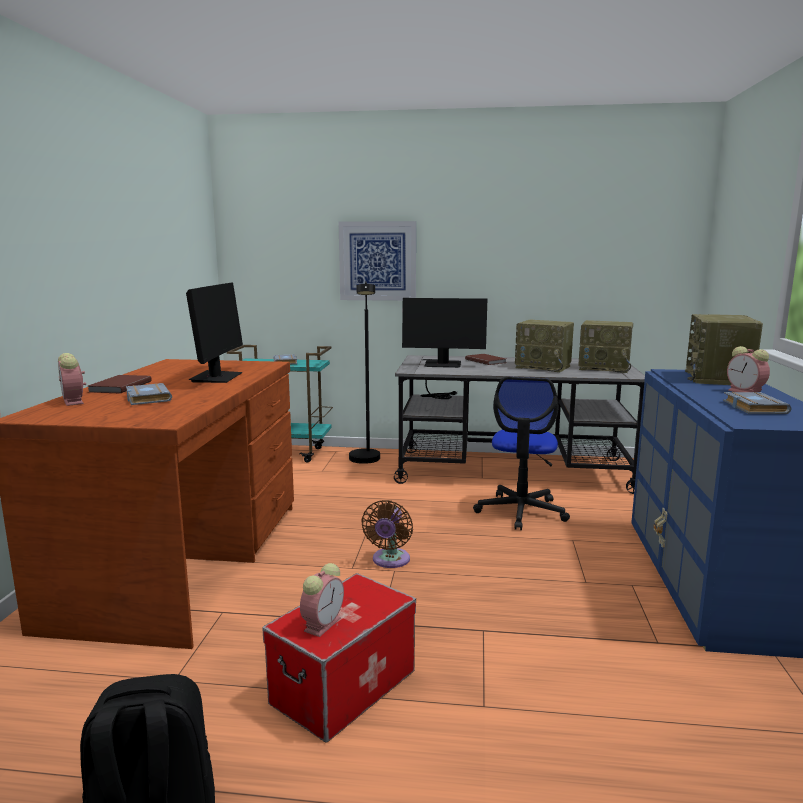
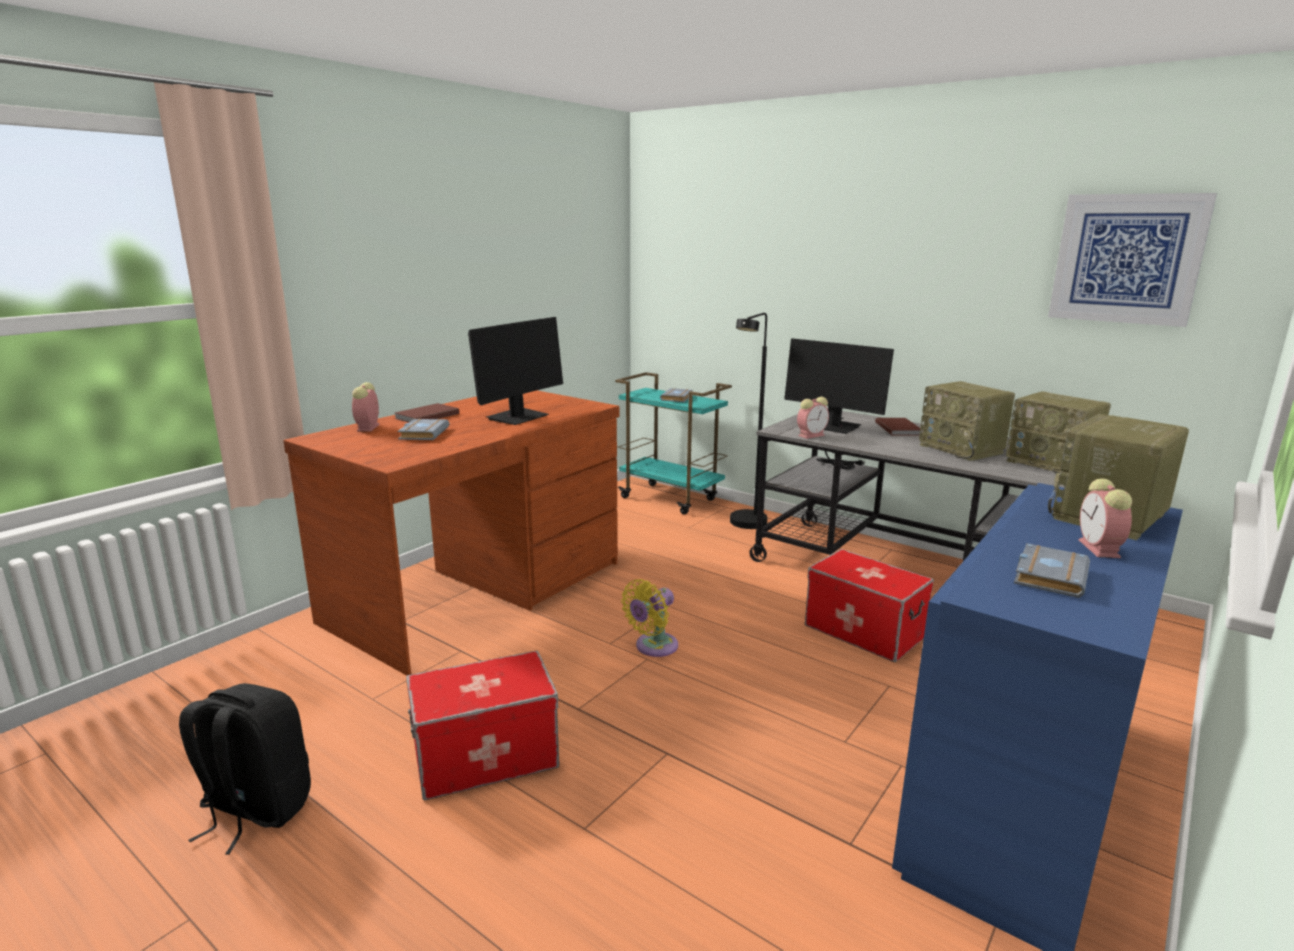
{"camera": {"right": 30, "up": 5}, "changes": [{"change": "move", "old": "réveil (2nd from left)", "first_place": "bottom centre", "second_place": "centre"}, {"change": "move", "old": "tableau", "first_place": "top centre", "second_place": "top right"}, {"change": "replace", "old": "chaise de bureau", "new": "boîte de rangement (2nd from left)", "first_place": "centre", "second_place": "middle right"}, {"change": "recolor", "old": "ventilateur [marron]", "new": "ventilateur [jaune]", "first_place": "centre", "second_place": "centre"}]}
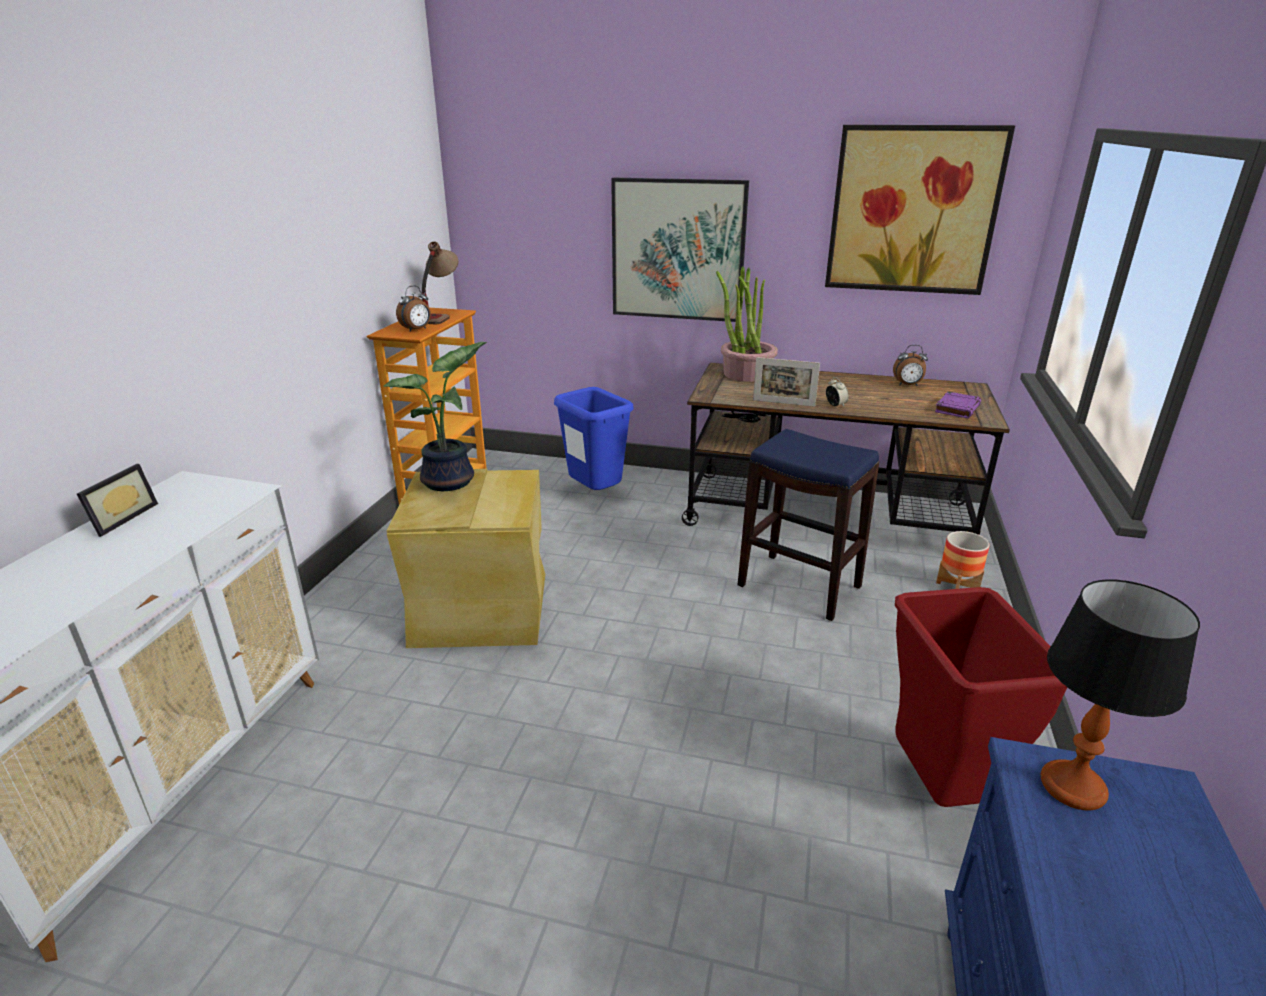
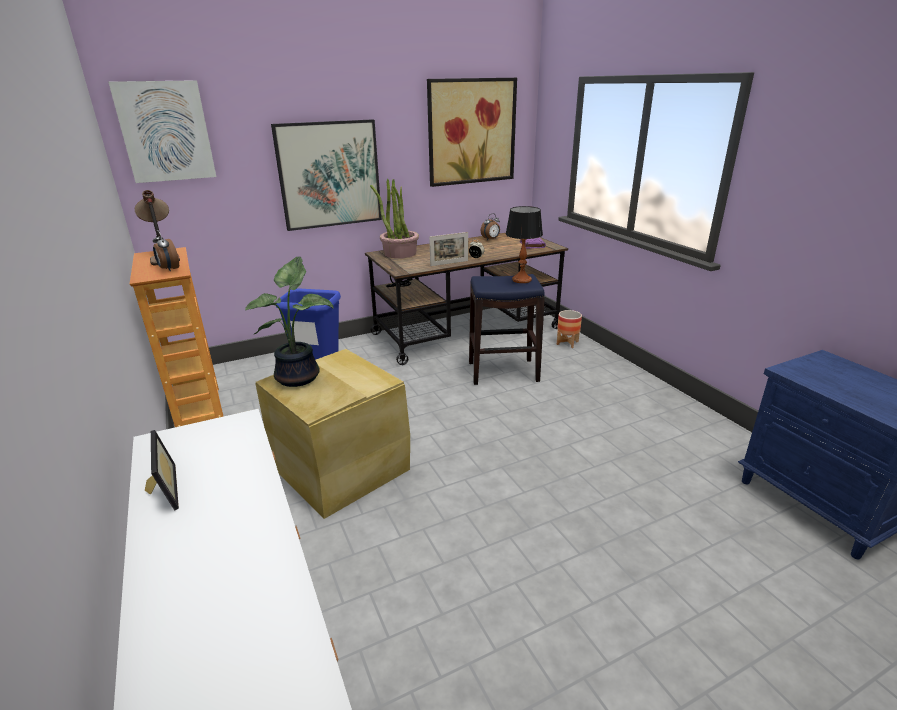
{"camera": {"right": -40, "up": 0}, "changes": [{"change": "delete", "old": "poubelle [rouge]", "first_place": "bottom right"}, {"change": "insert", "new": "tableau (1st from left)", "second_place": "top left"}, {"change": "move", "old": "lampe de table (2nd from left)", "first_place": "bottom right", "second_place": "centre"}, {"change": "rotate", "old": "réveil (1st from left)", "first_place": "top left", "second_place": "middle left", "degrees": 135}]}
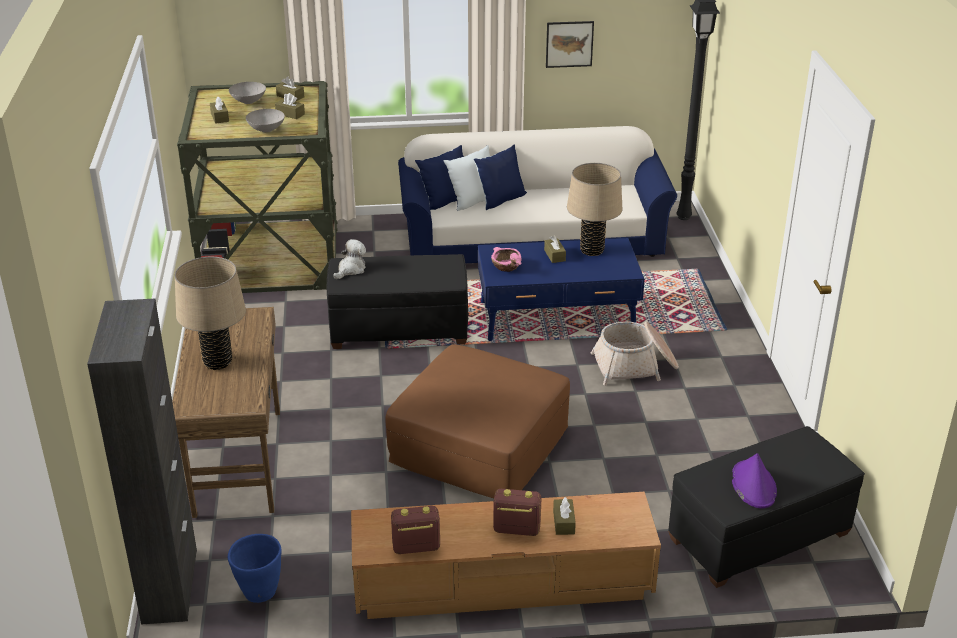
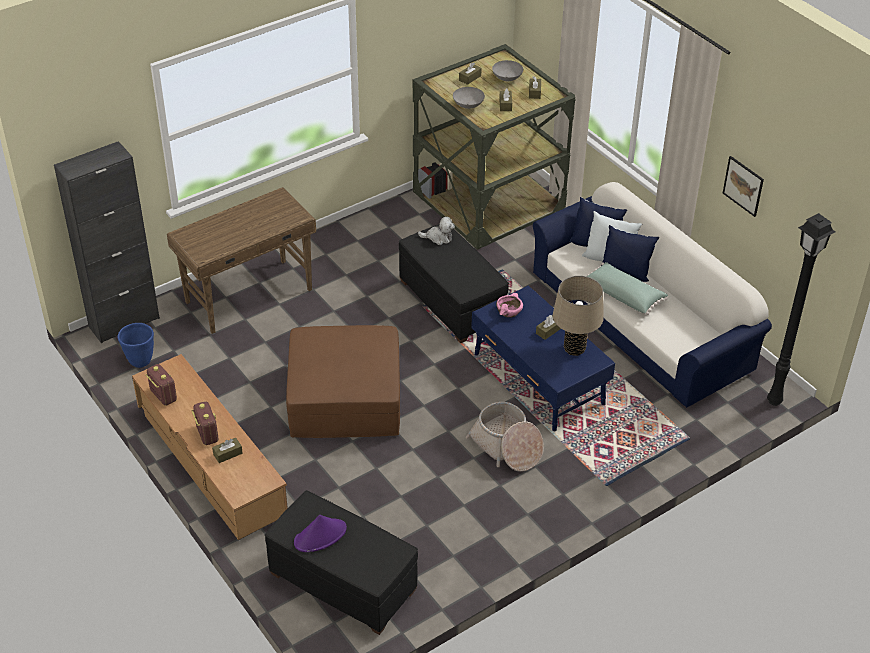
{"camera": {"right": 60, "up": 10}, "changes": [{"change": "delete", "old": "lampe de table [beige] (1st from left)", "first_place": "middle left"}, {"change": "insert", "new": "coussin [vert]", "second_place": "middle right"}]}
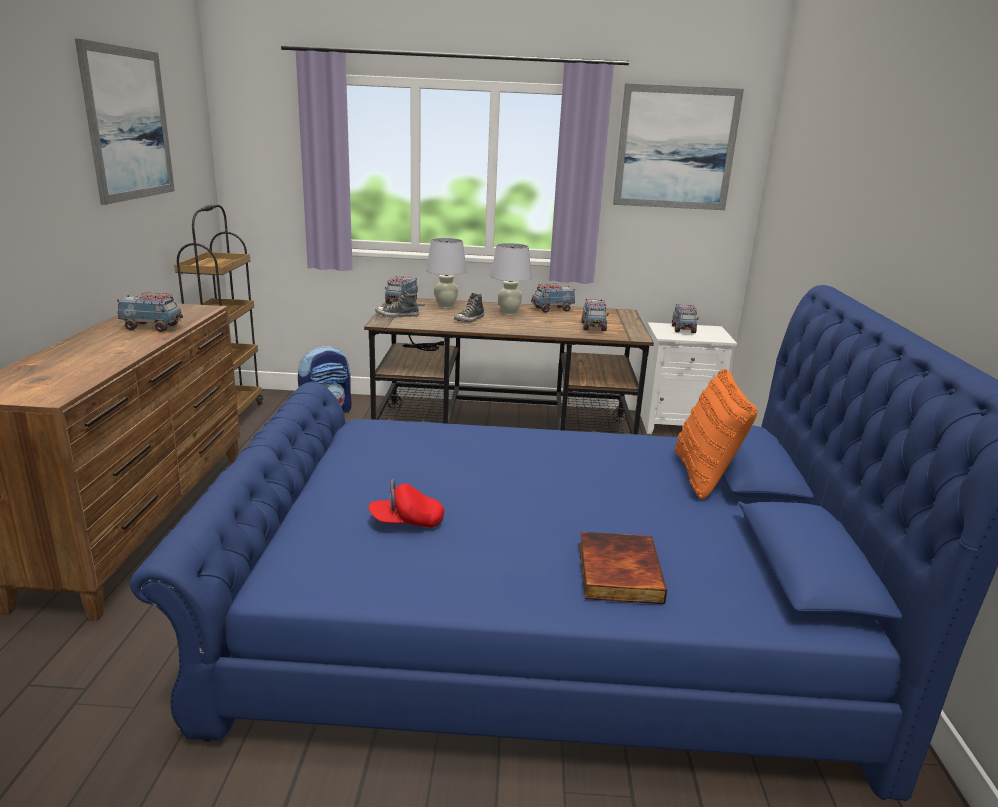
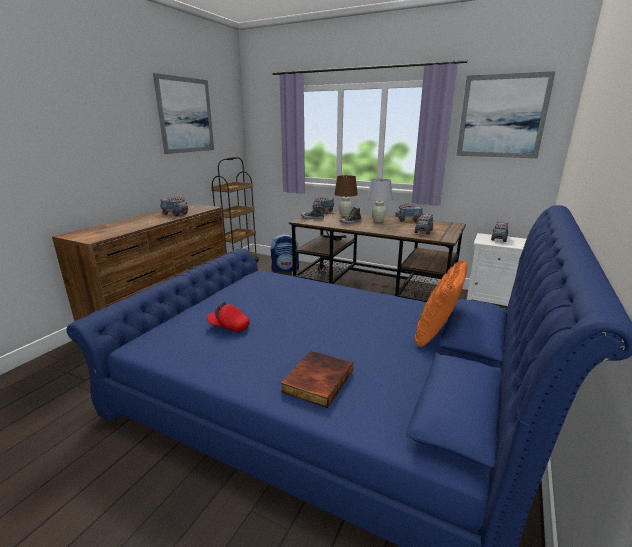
{"camera": {"right": 25, "up": 0}, "changes": [{"change": "recolor", "old": "lampe de table [blanc] (1st from left)", "new": "lampe de table [marron]", "first_place": "centre", "second_place": "centre"}]}
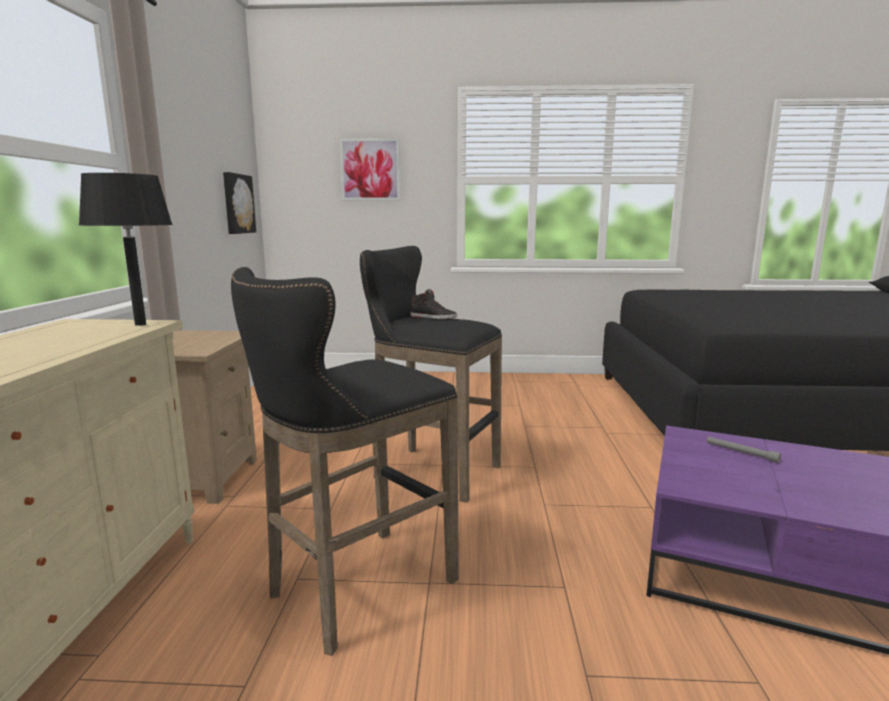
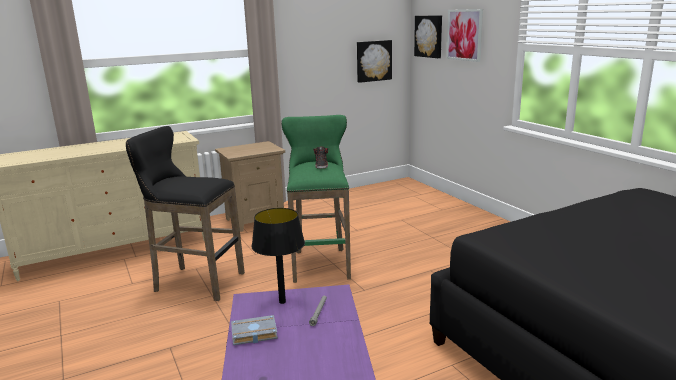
{"camera": {"right": 60, "up": 5}, "changes": [{"change": "insert", "new": "livre [gris]", "second_place": "bottom centre"}, {"change": "insert", "new": "tableau (2nd from left)", "second_place": "top centre"}, {"change": "move", "old": "lampe de table [noir]", "first_place": "middle left", "second_place": "bottom centre"}, {"change": "recolor", "old": "tabouret [noir] (2nd from left)", "new": "tabouret [vert]", "first_place": "centre", "second_place": "centre"}]}
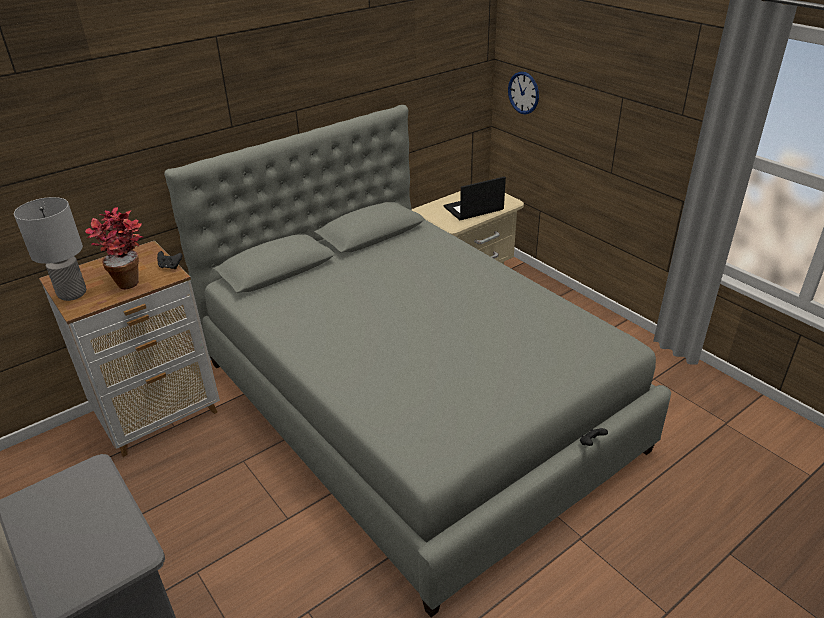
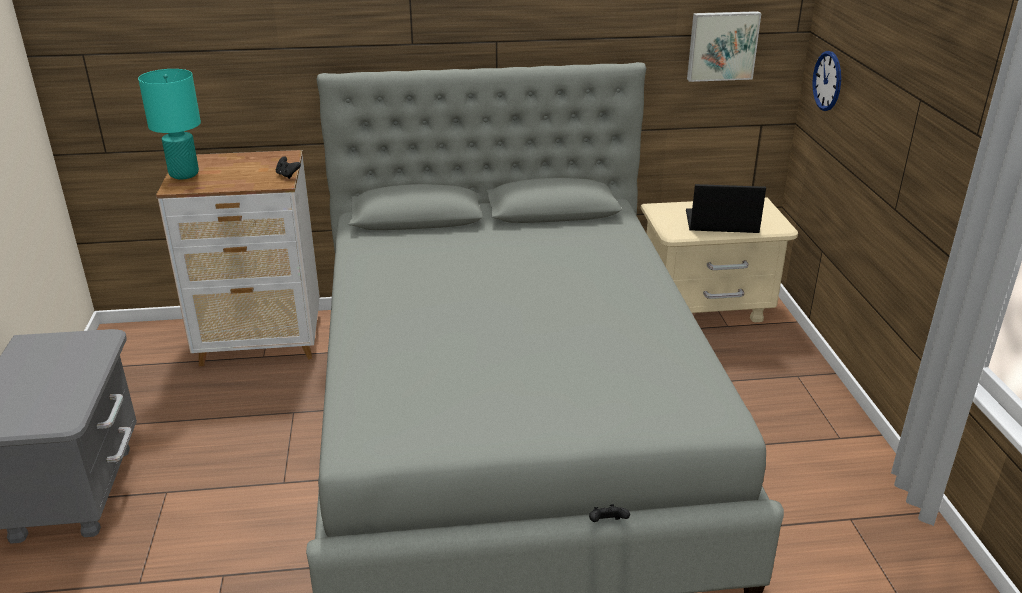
{"camera": {"right": 30, "up": -5}, "changes": [{"change": "delete", "old": "plante en pot", "first_place": "middle left"}, {"change": "insert", "new": "tableau", "second_place": "top right"}, {"change": "recolor", "old": "lampe de table [gris]", "new": "lampe de table [turquoise]", "first_place": "middle left", "second_place": "top left"}]}
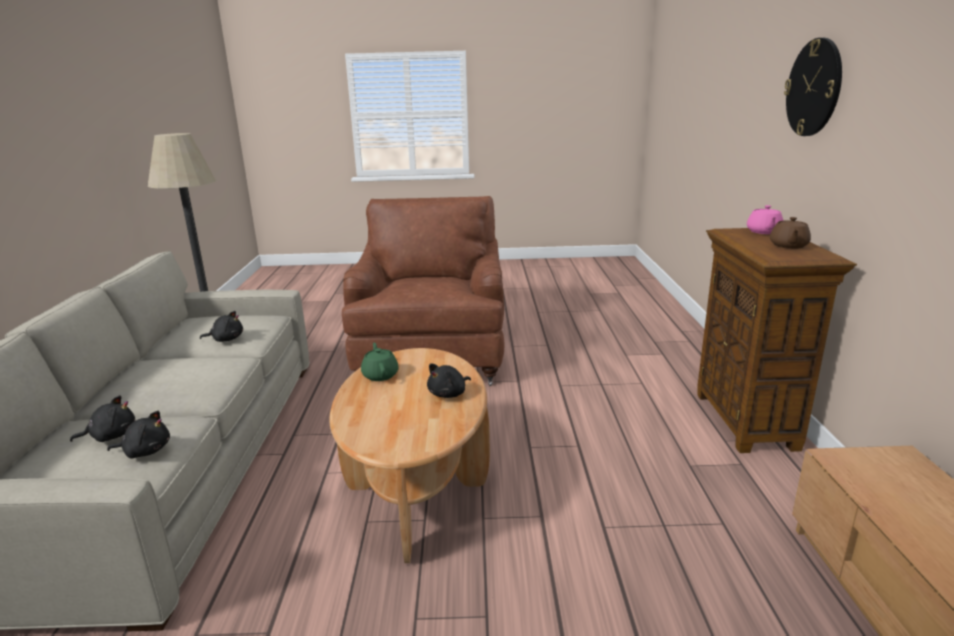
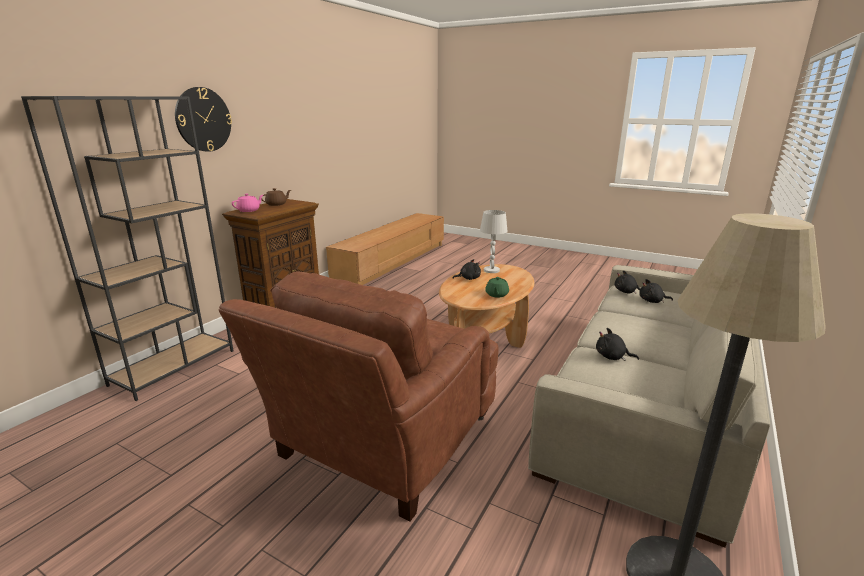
{"camera": {"right": -150, "up": 0}, "changes": [{"change": "insert", "new": "bibliothèque", "second_place": "middle left"}, {"change": "insert", "new": "lampe de table [blanc]", "second_place": "centre"}]}
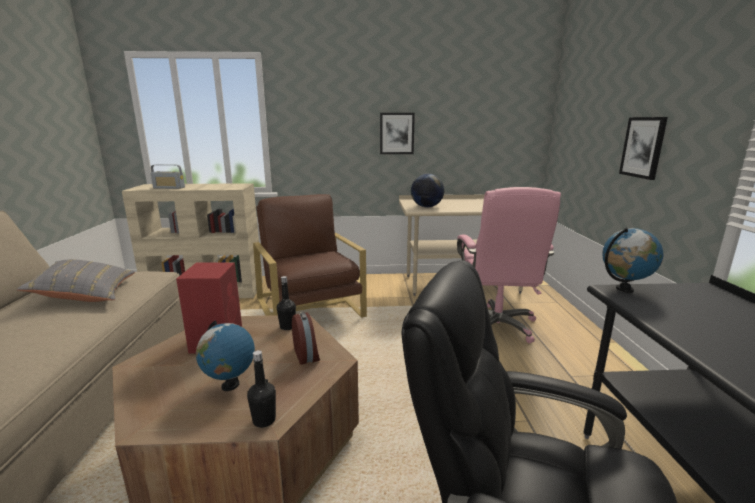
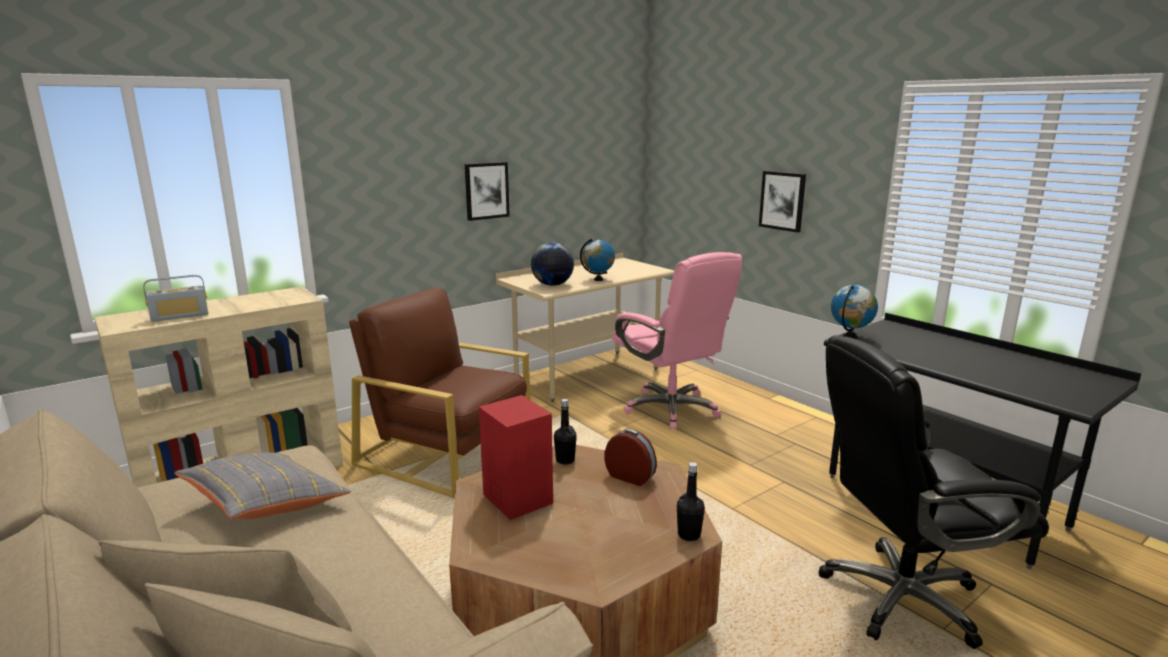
{"camera": {"right": -35, "up": 0}, "changes": [{"change": "move", "old": "globe (1st from left in the first image)", "new": "globe (2nd from left)", "first_place": "bottom left", "second_place": "centre"}]}
